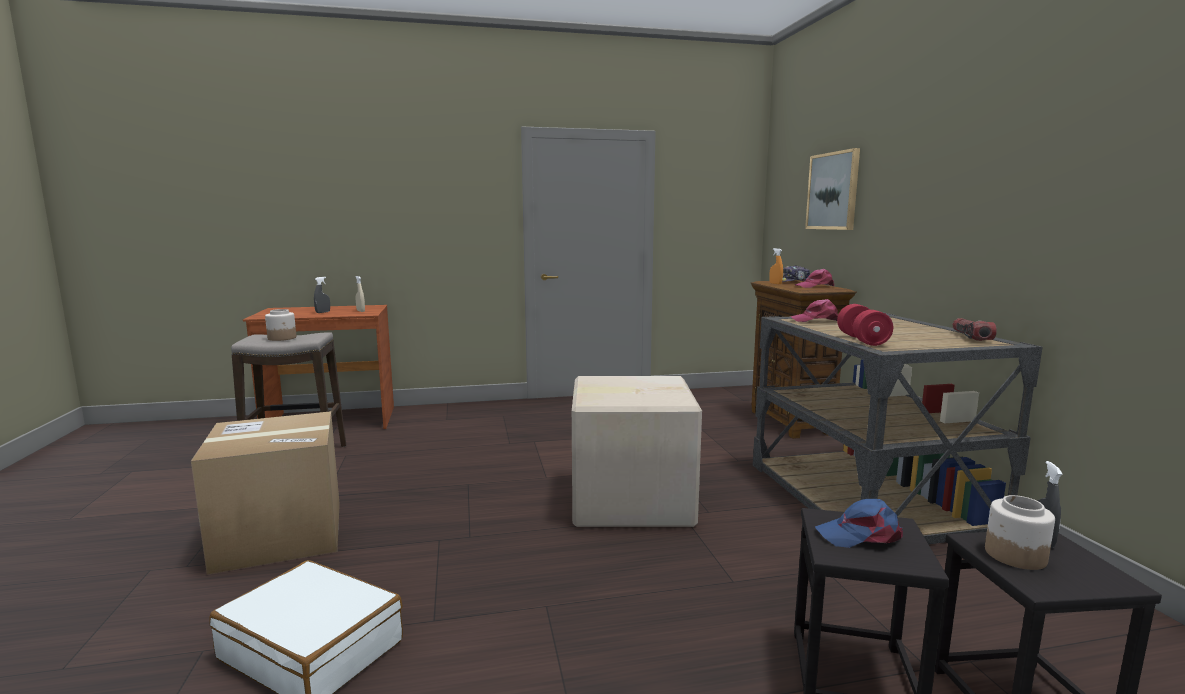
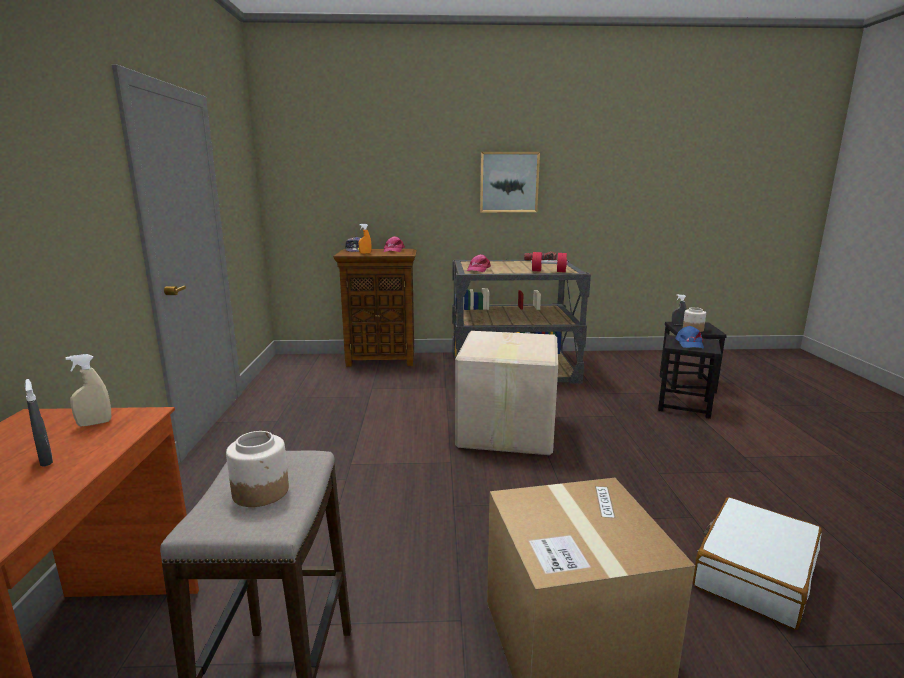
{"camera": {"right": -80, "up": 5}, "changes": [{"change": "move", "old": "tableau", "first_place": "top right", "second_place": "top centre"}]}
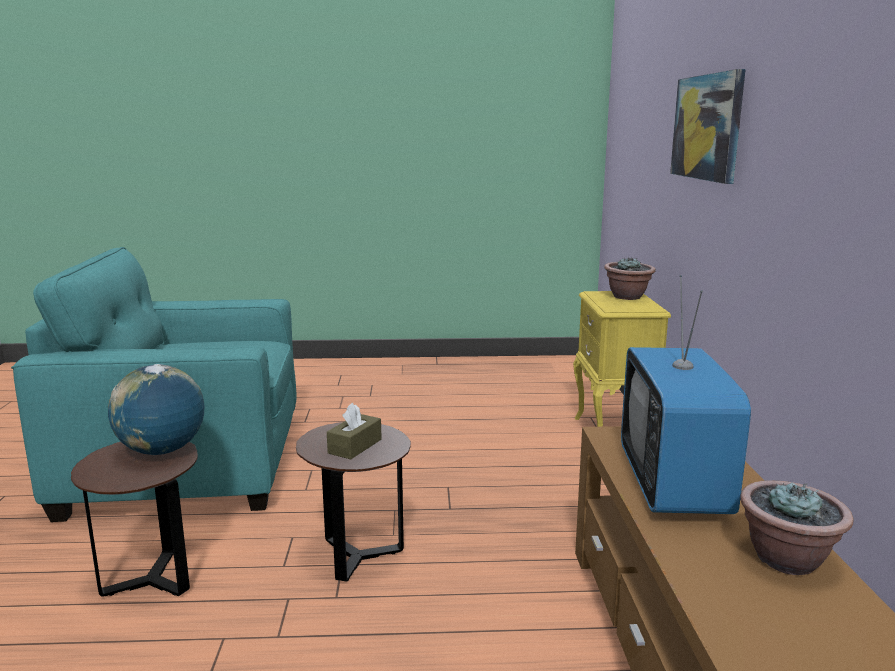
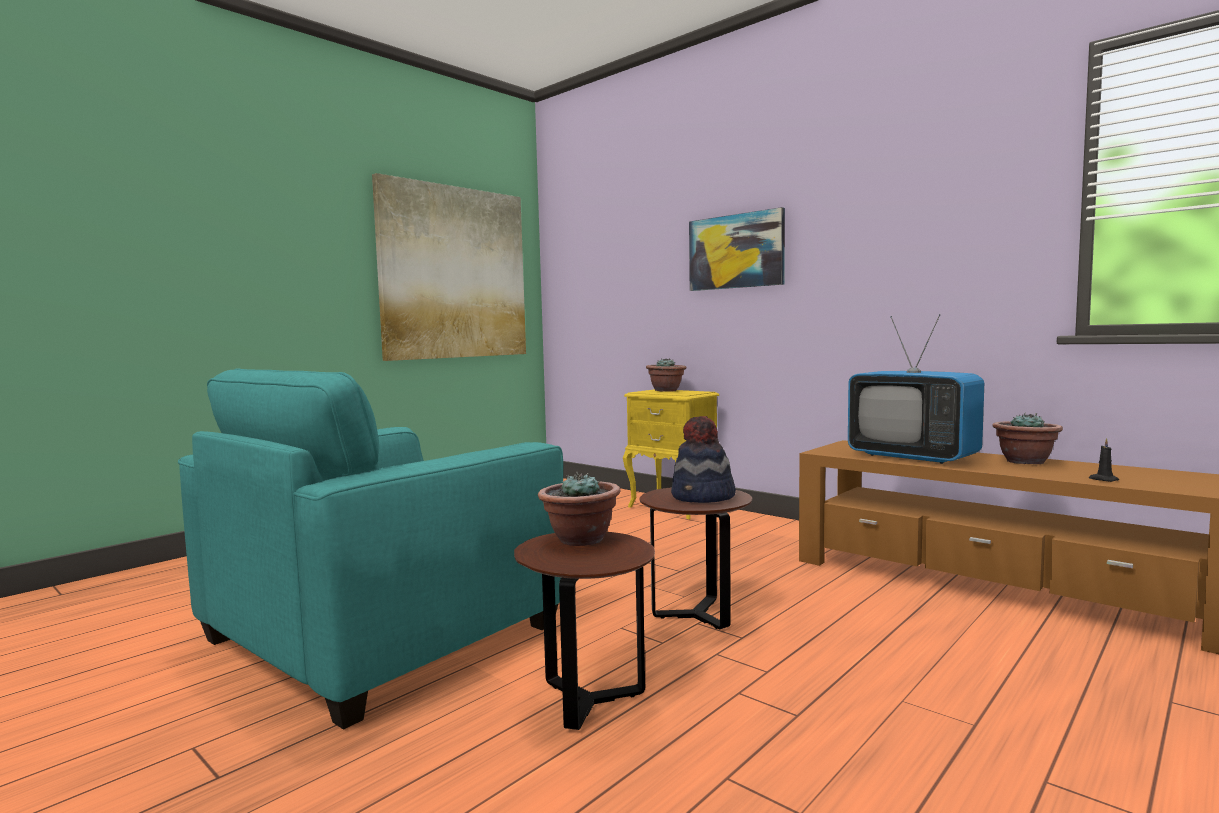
{"camera": {"right": -45, "up": -10}, "changes": [{"change": "insert", "new": "tableau (1st from left)", "second_place": "top centre"}, {"change": "insert", "new": "bougie [noir]", "second_place": "middle right"}, {"change": "replace", "old": "globe", "new": "plante en pot (1st from left)", "first_place": "middle left", "second_place": "centre"}, {"change": "replace", "old": "boîte à mouchoirs [marron]", "new": "chapeau", "first_place": "centre", "second_place": "centre"}]}
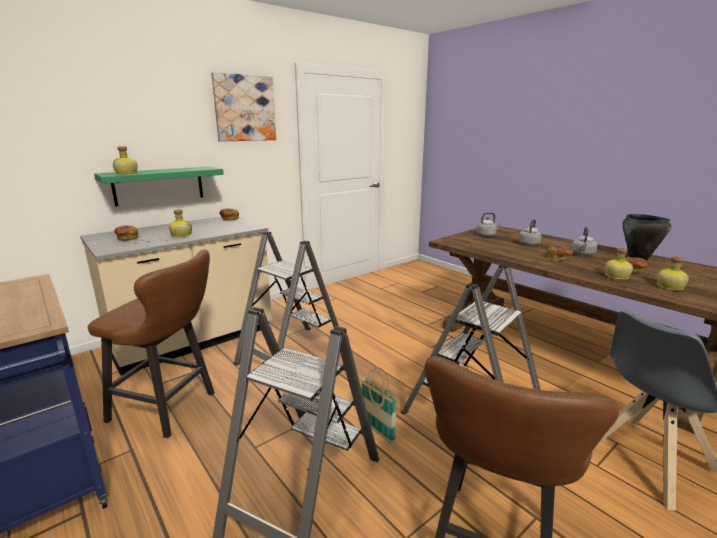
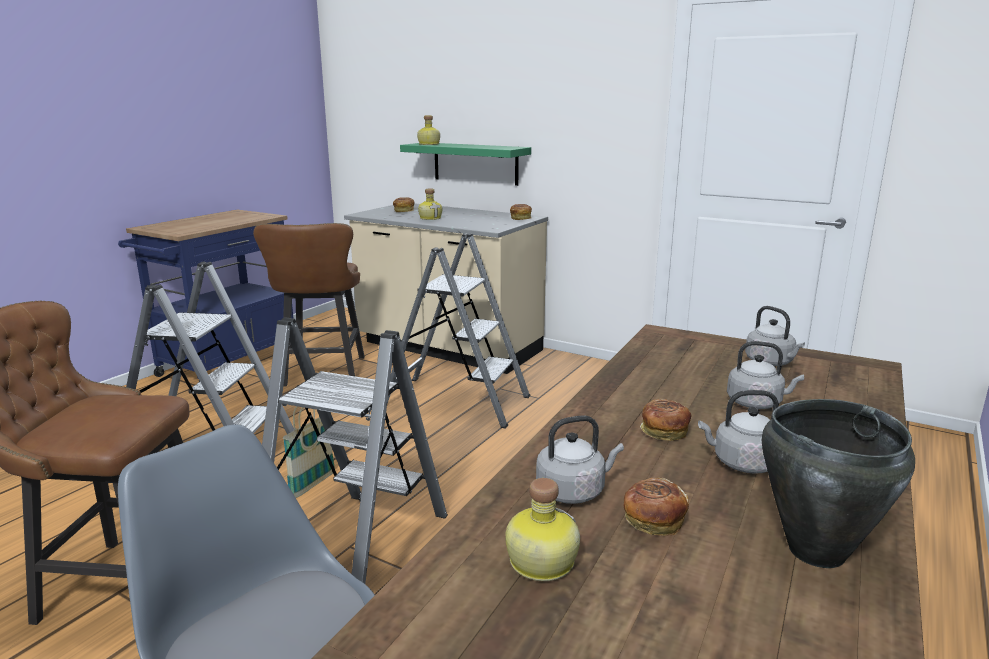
{"camera": {"right": 70, "up": 0}, "changes": [{"change": "delete", "old": "tableau", "first_place": "top centre"}, {"change": "replace", "old": "bouteille (3rd from left)", "new": "bouilloire [gris] (1st from left)", "first_place": "middle right", "second_place": "bottom centre"}]}
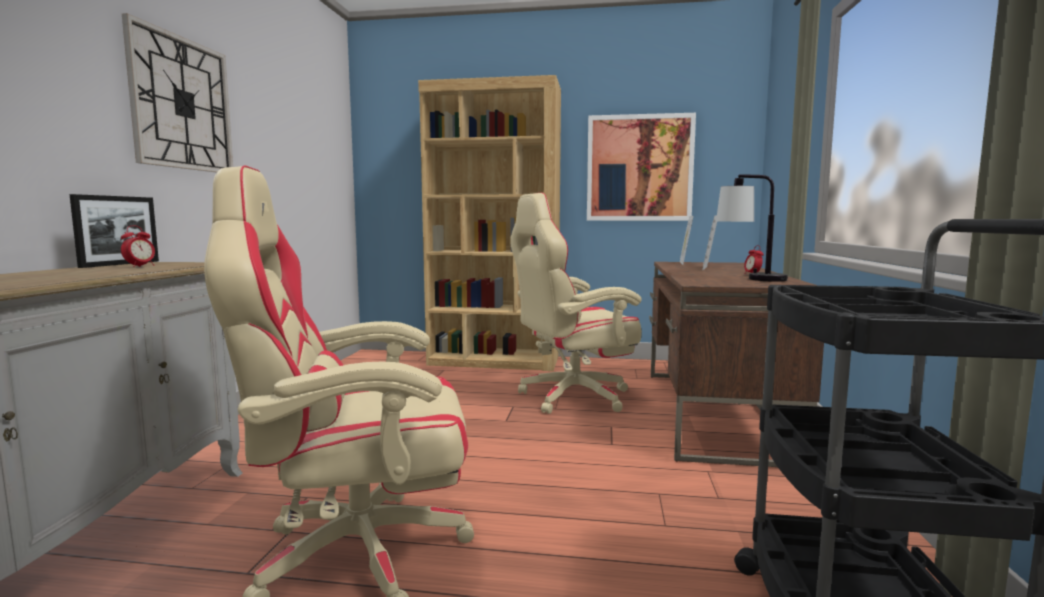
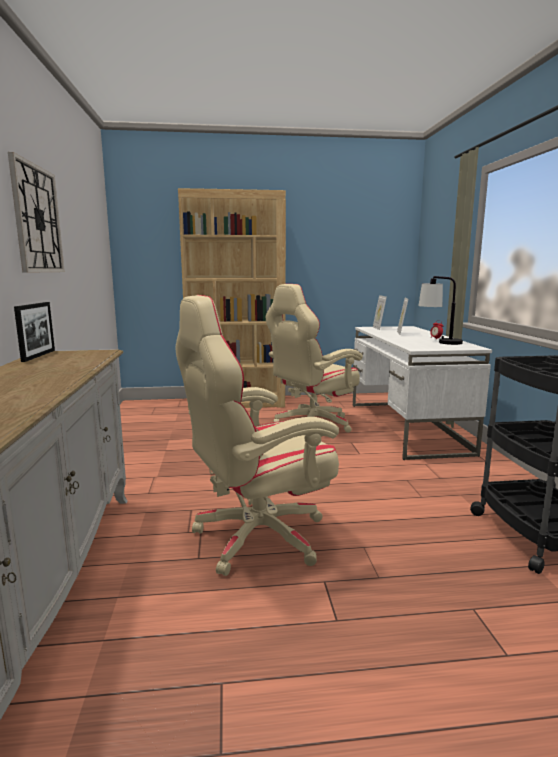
{"camera": {"right": -15, "up": 5}, "changes": [{"change": "delete", "old": "réveil (1st from left)", "first_place": "middle left"}, {"change": "delete", "old": "tableau", "first_place": "top centre"}, {"change": "recolor", "old": "bureau [marron]", "new": "bureau [blanc]", "first_place": "middle right", "second_place": "middle right"}]}
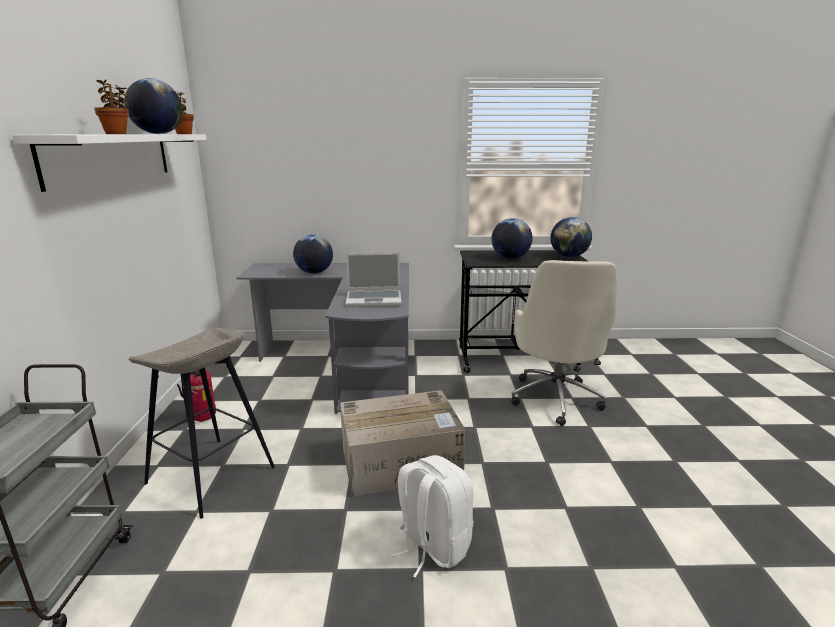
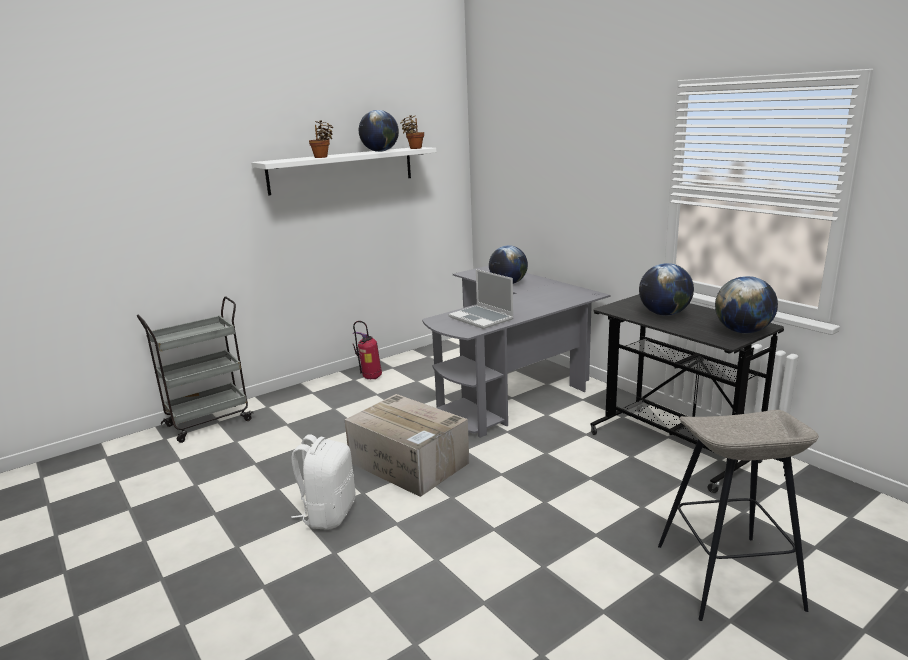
{"camera": {"right": 55, "up": 0}, "changes": [{"change": "delete", "old": "chaise de bureau [beige]", "first_place": "middle right"}, {"change": "move", "old": "tabouret [gris]", "first_place": "bottom left", "second_place": "bottom right"}]}
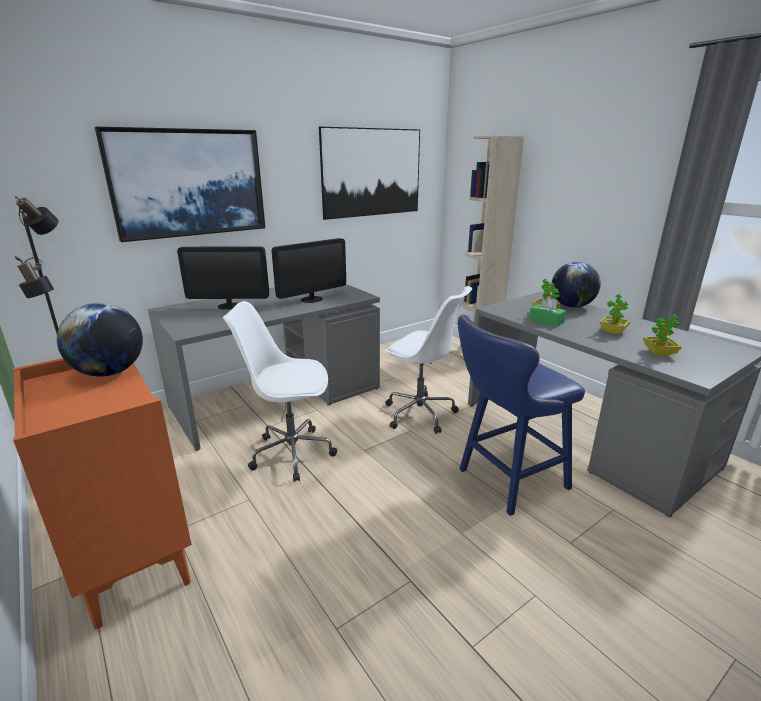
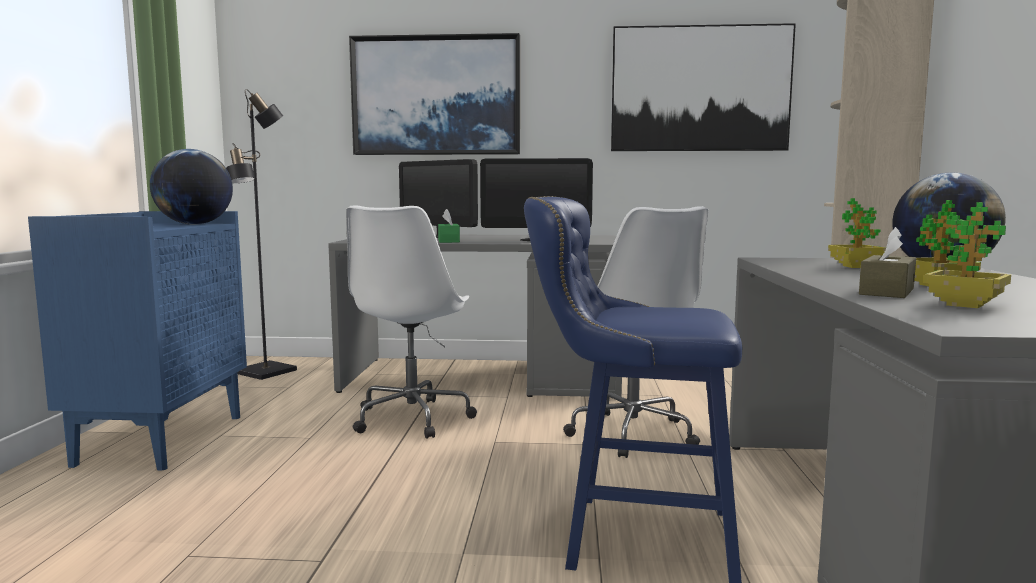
{"camera": {"right": 40, "up": -15}, "changes": [{"change": "insert", "new": "boîte à mouchoirs [marron]", "second_place": "middle right"}, {"change": "move", "old": "boîte à mouchoirs [vert]", "first_place": "middle right", "second_place": "centre"}, {"change": "recolor", "old": "meuble de rangement [orange]", "new": "meuble de rangement [bleu]", "first_place": "bottom left", "second_place": "middle left"}, {"change": "rotate", "old": "chaise de bureau [blanc] (1st from left)", "first_place": "centre", "second_place": "centre", "degrees": -120}]}
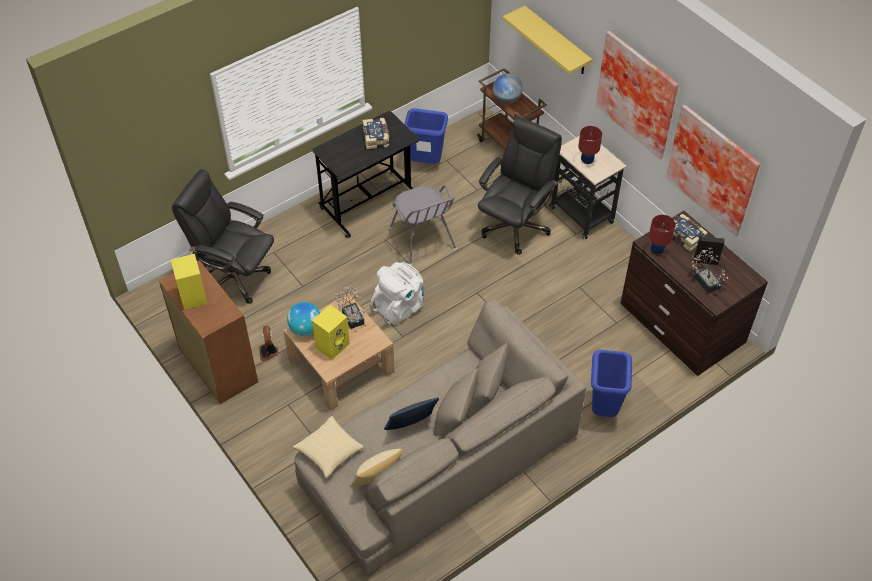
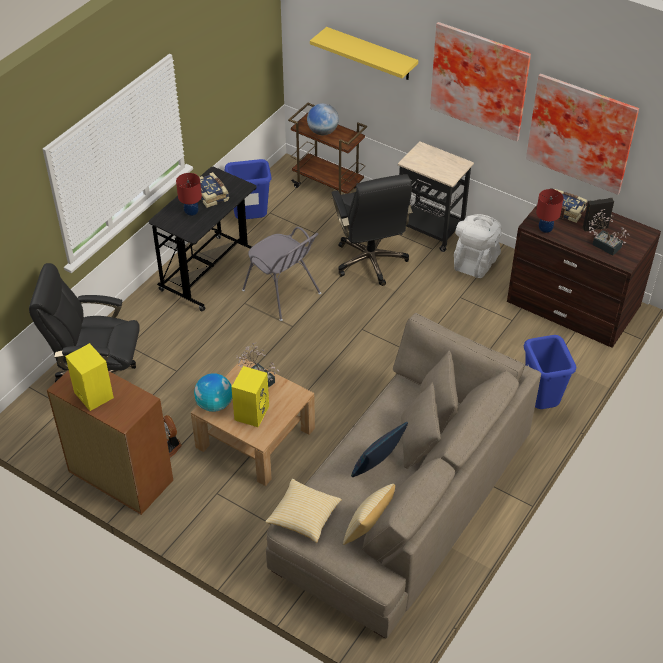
{"camera": {"right": -20, "up": -5}, "changes": [{"change": "move", "old": "sac à dos [blanc]", "first_place": "centre", "second_place": "middle right"}, {"change": "move", "old": "lampe de table [rouge] (1st from left)", "first_place": "top right", "second_place": "top left"}, {"change": "rotate", "old": "chaise de bureau [noir] (2nd from left)", "first_place": "top centre", "second_place": "centre", "degrees": 150}]}
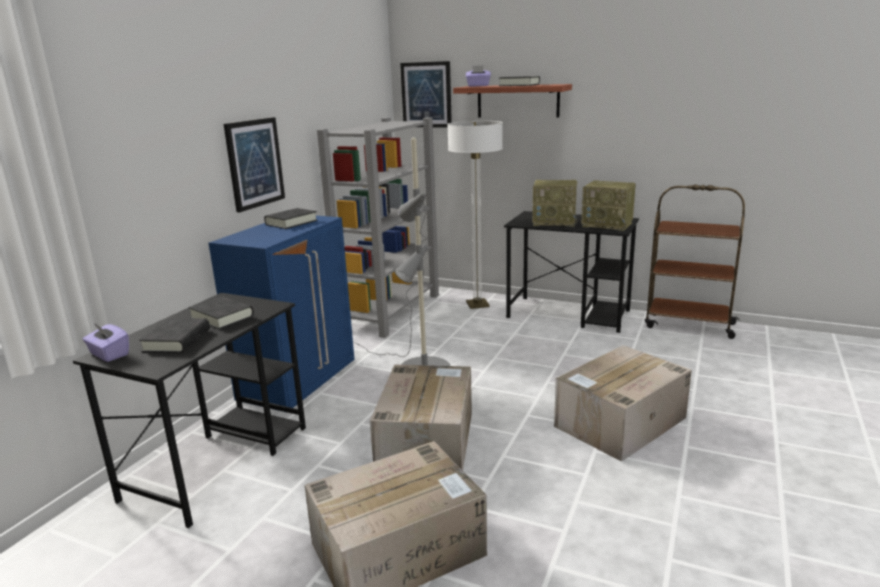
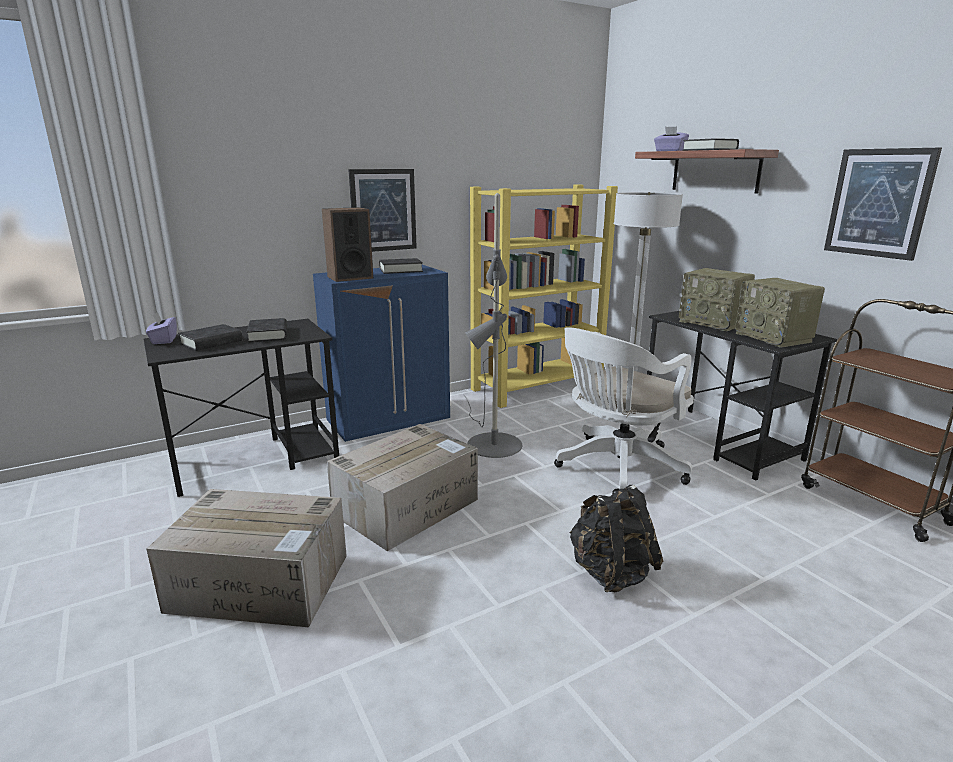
{"camera": {"right": 35, "up": 0}, "changes": [{"change": "insert", "new": "enceinte", "second_place": "top centre"}, {"change": "insert", "new": "chaise de bureau [blanc]", "second_place": "centre"}, {"change": "move", "old": "tableau (2nd from left)", "first_place": "top centre", "second_place": "top right"}, {"change": "replace", "old": "carton (3rd from left)", "new": "sac à dos [noir]", "first_place": "bottom right", "second_place": "bottom centre"}, {"change": "recolor", "old": "bibliothèque [gris]", "new": "bibliothèque [jaune]", "first_place": "centre", "second_place": "centre"}]}
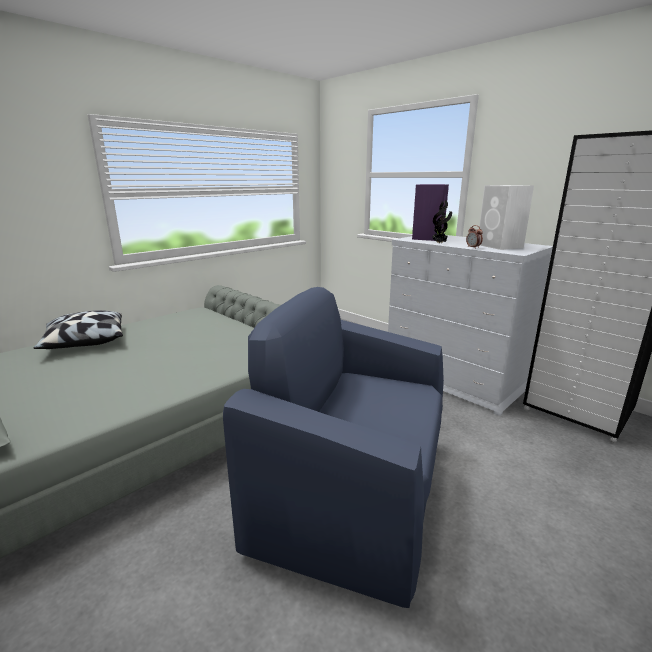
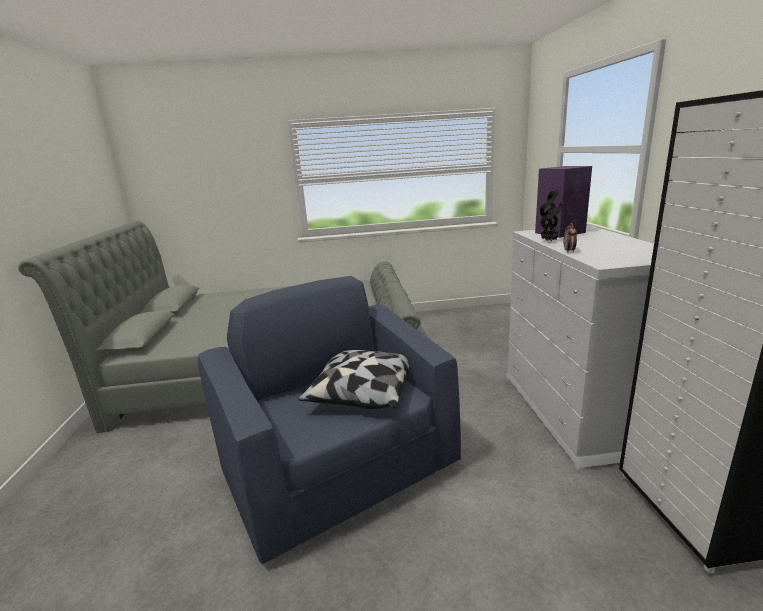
{"camera": {"right": 40, "up": 0}, "changes": [{"change": "delete", "old": "enceinte [blanc]", "first_place": "top right"}, {"change": "move", "old": "coussin", "first_place": "middle left", "second_place": "centre"}]}
